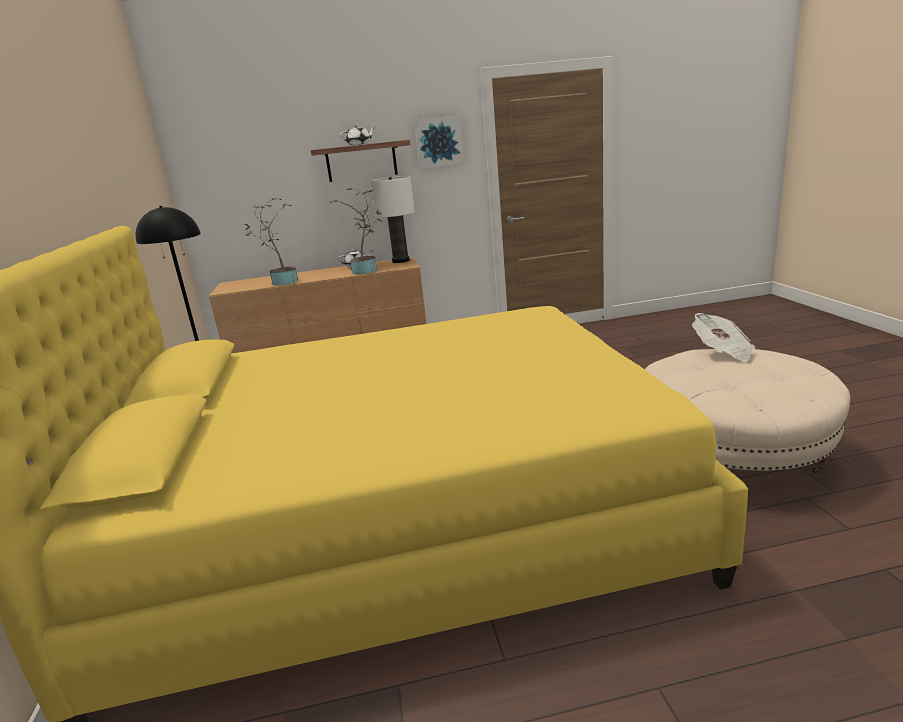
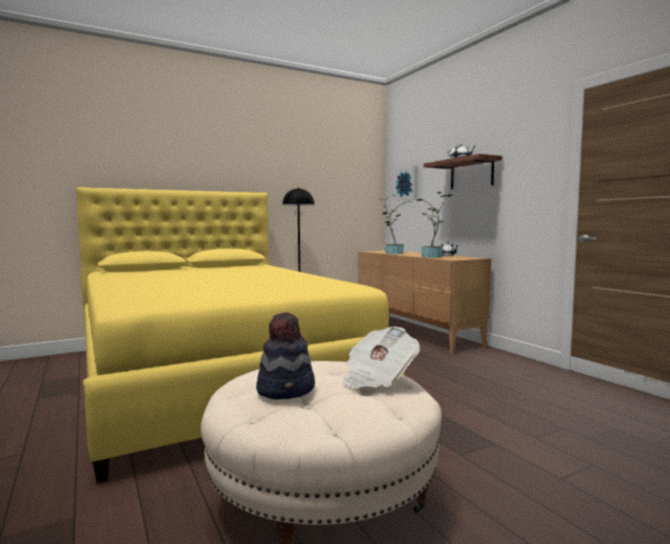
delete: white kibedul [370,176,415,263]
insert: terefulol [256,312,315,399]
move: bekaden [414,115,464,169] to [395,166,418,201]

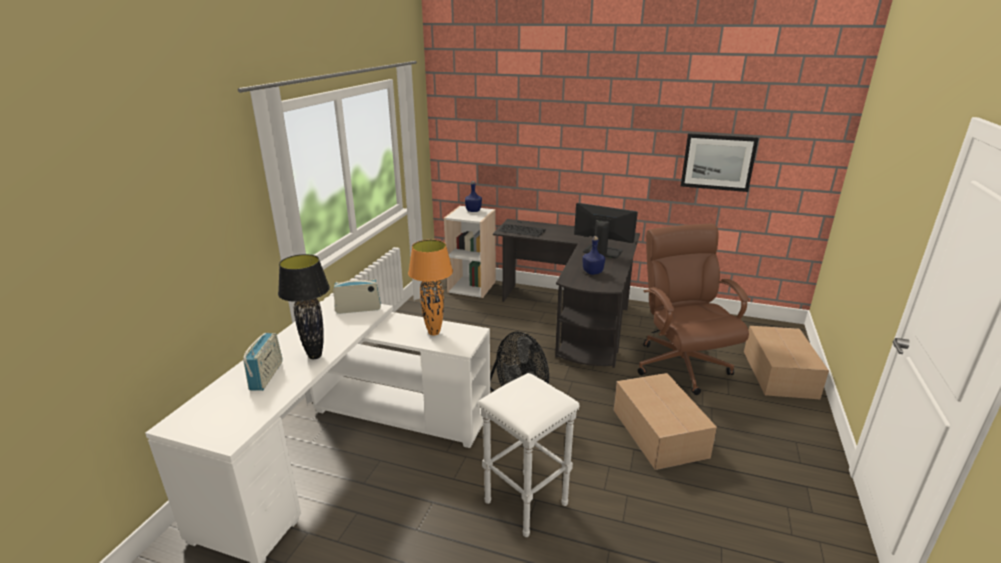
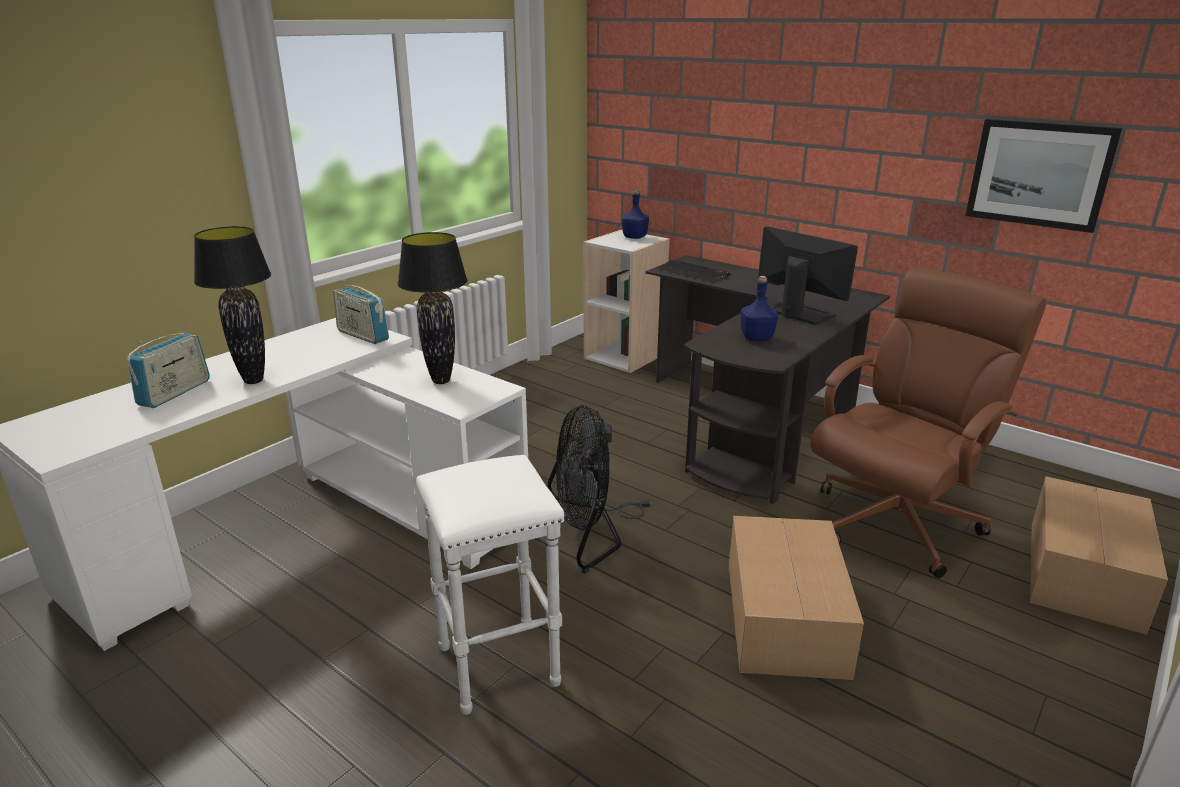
recolor: orange kibedul [408,240,453,335] to black kibedul [397,232,467,384]
rotate: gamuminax [333,275,381,314] = [333,280,389,344] 150 degrees counterclockwise; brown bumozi [638,224,749,395] = [811,267,1047,578] 45 degrees clockwise

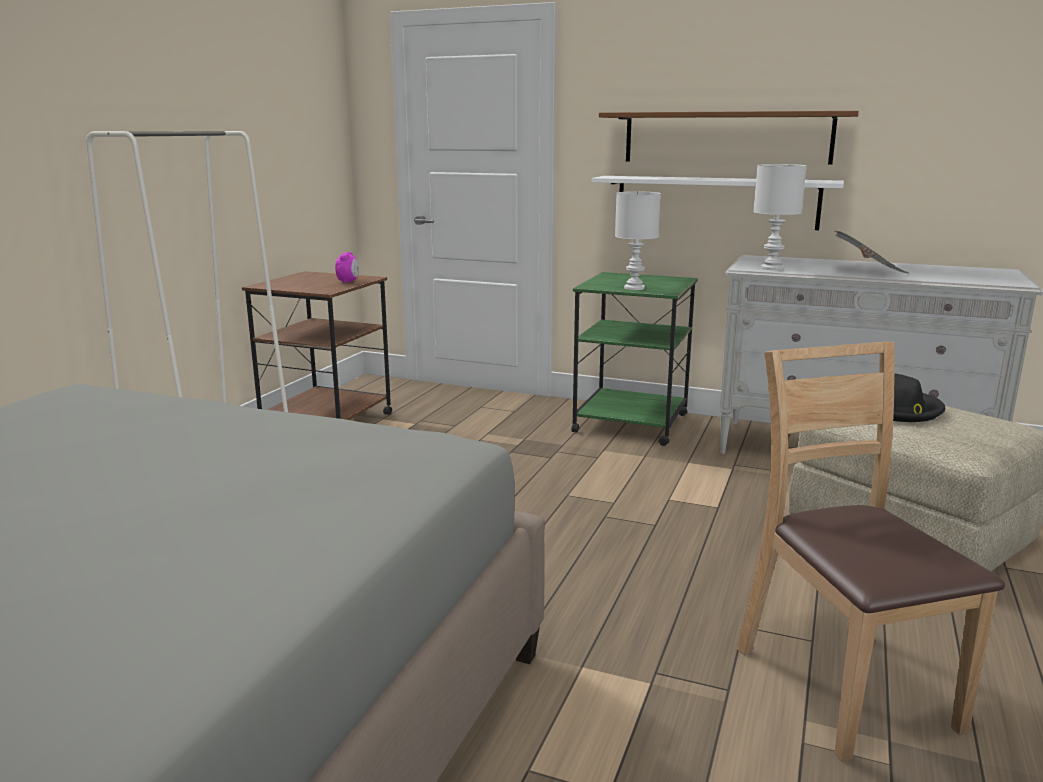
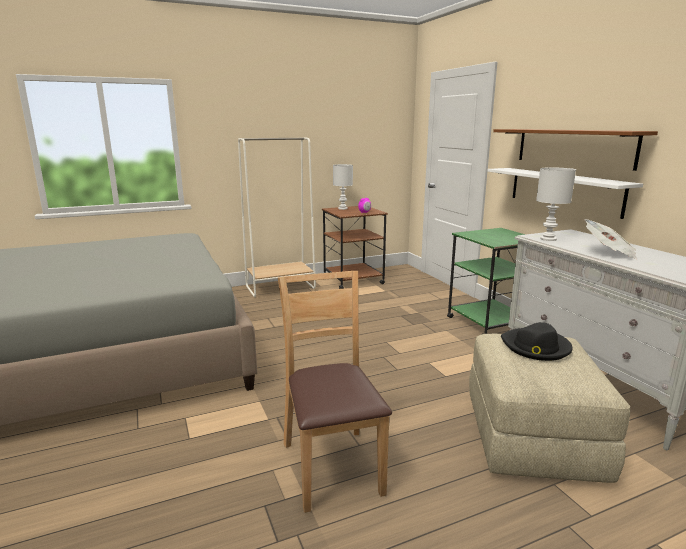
move: white kibedul [615,191,661,290] to [333,164,353,210]
rotate: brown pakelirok [737,342,1005,762] = [278,271,392,513] 45 degrees counterclockwise

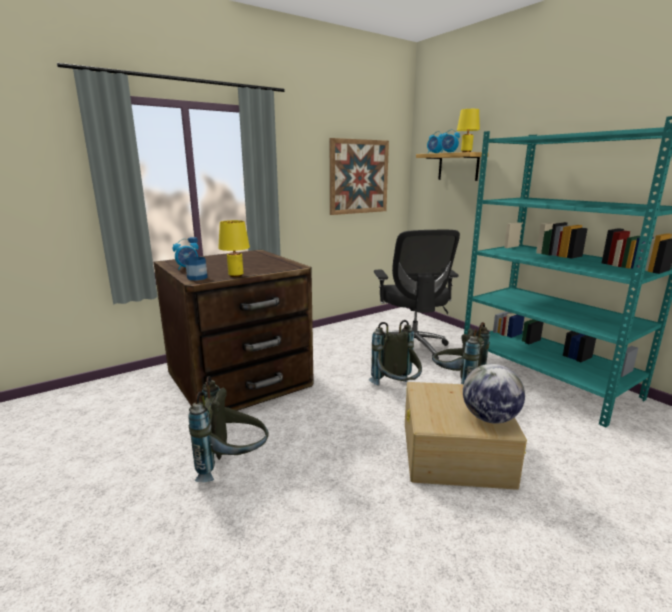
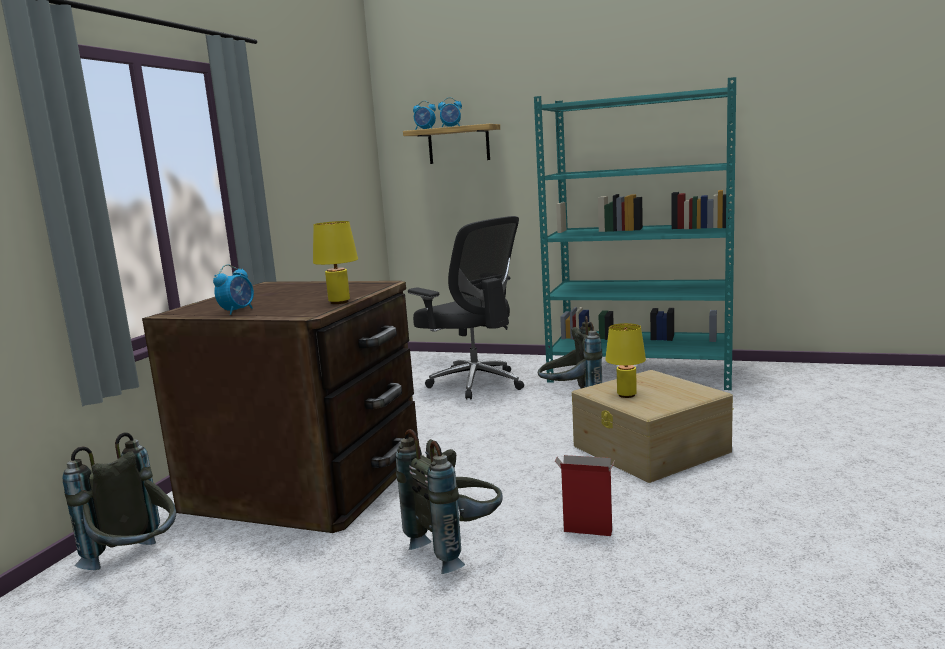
delete: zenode [185,237,208,280]; bekaden [330,138,389,215]; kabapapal [463,364,525,424]
insert: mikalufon [555,455,614,536]
move: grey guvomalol [369,320,422,386] to [63,432,176,570]; yellow kibedul [457,109,480,152] to [605,323,646,398]

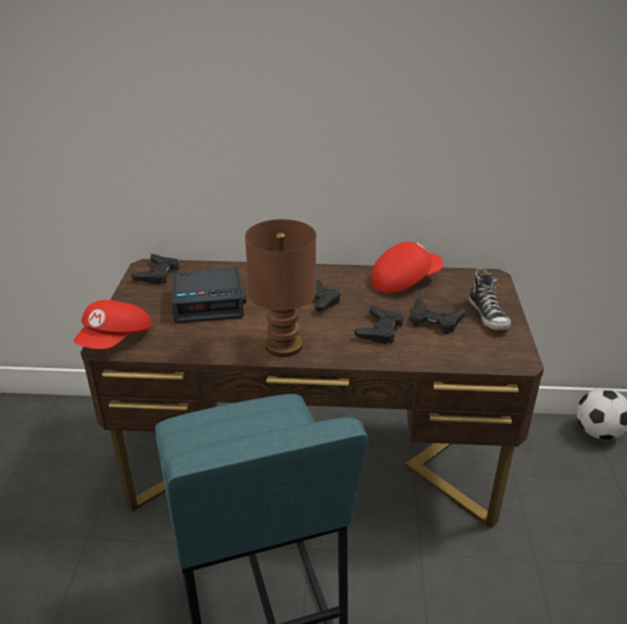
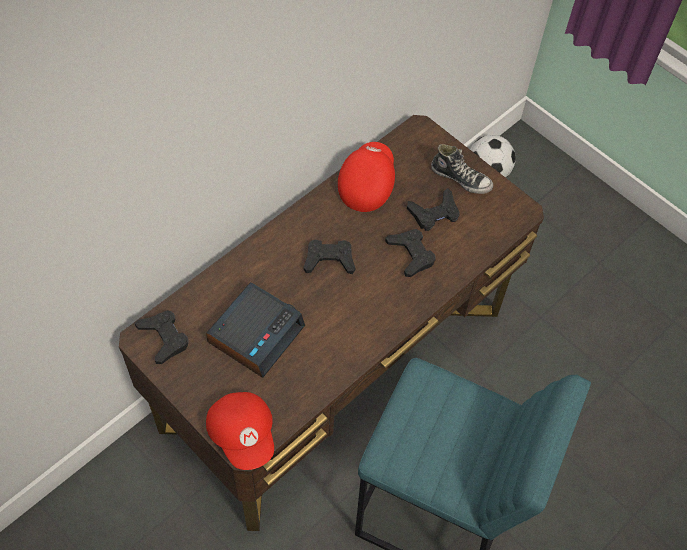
delete: brown kibedul [245,219,316,357]

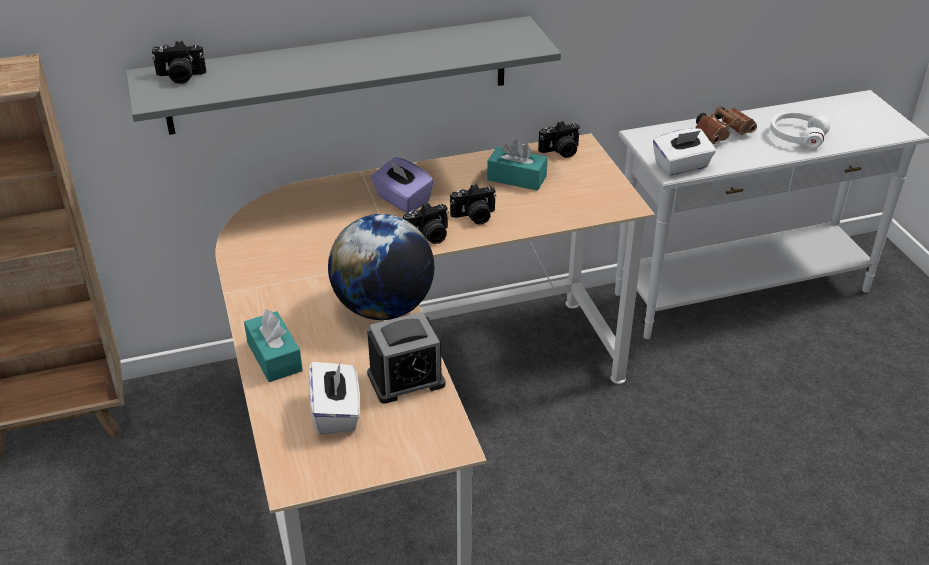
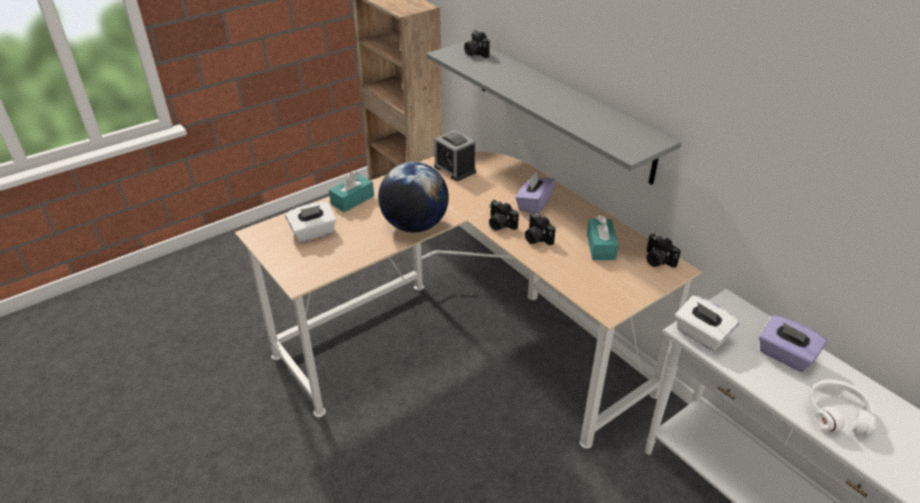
move: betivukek [367,312,446,404] to [434,130,476,181]
replace: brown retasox [695,106,757,144] to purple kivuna [759,315,827,372]

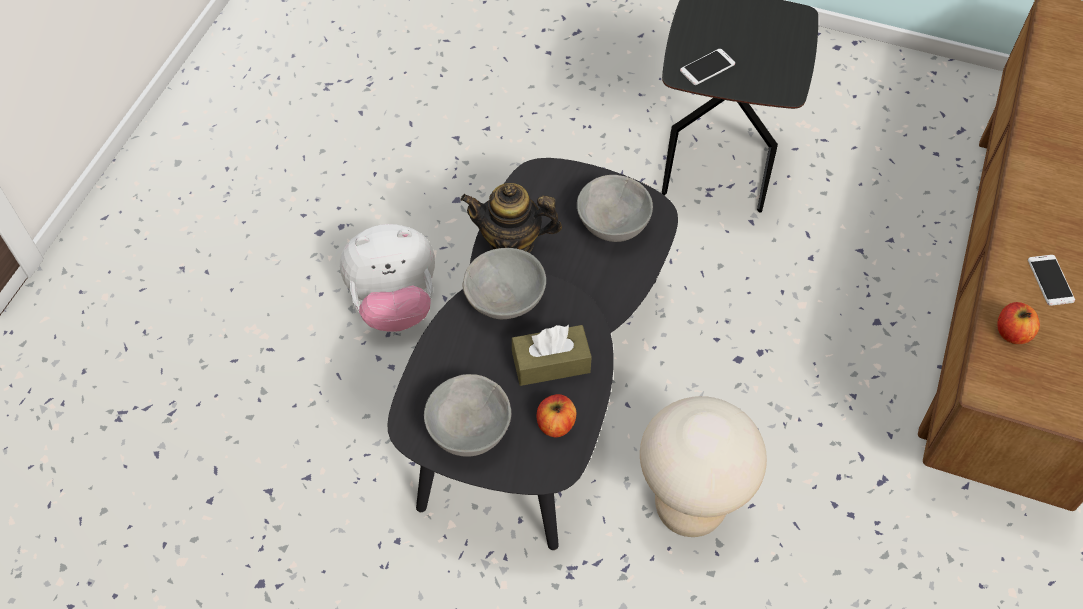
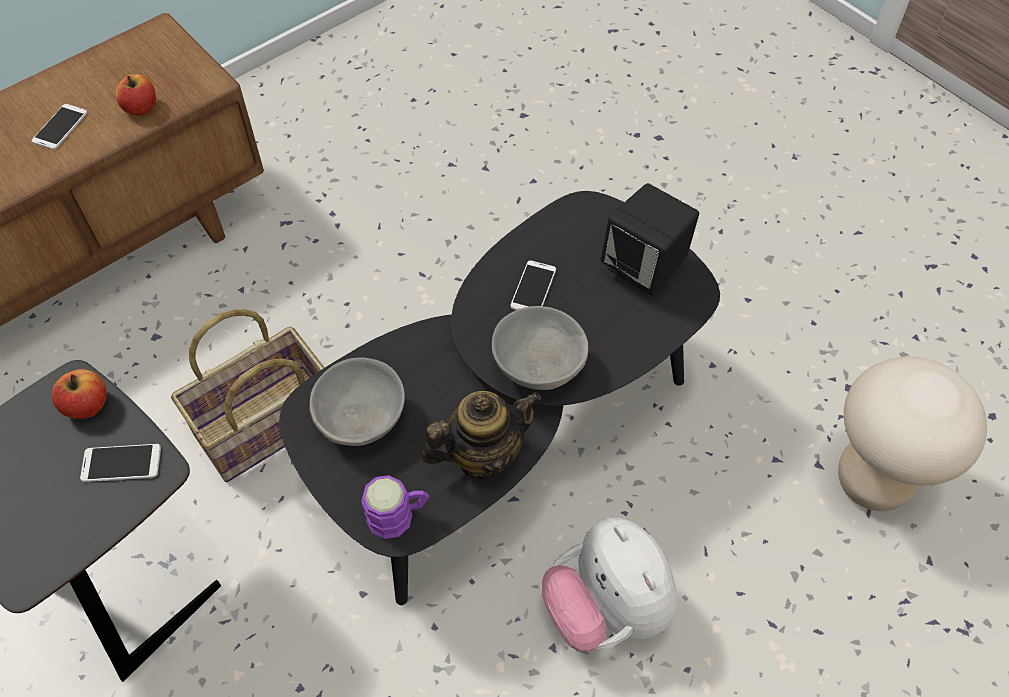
insert: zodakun [171,309,325,482]; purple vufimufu [361,475,429,539]
move: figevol [537,394,577,437] to [52,369,107,419]; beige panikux [640,396,767,537] to [838,357,987,511]
replace: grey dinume [424,374,511,457] to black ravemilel [601,183,699,296]; brown kivuna [512,325,592,386] to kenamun [510,260,556,310]
rotate: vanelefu [340,224,435,332] = [542,517,678,652] 135 degrees counterclockwise; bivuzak [461,183,562,253] = [421,391,541,480] 60 degrees counterclockwise

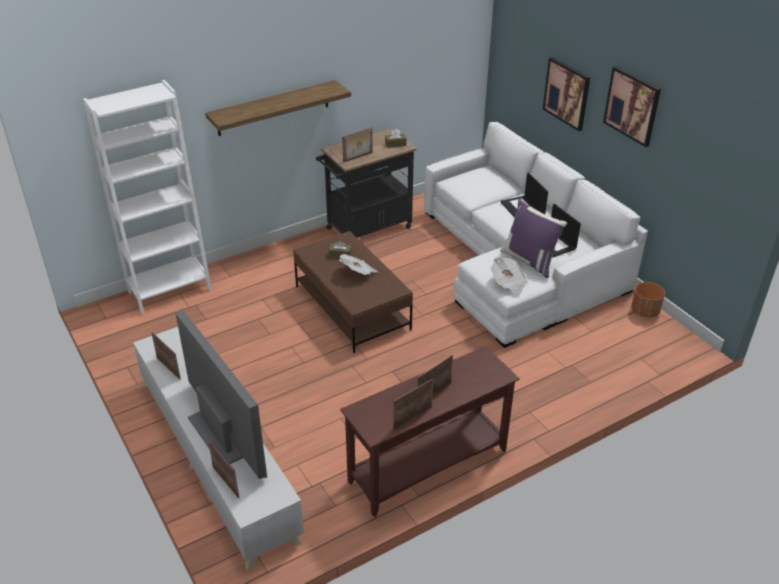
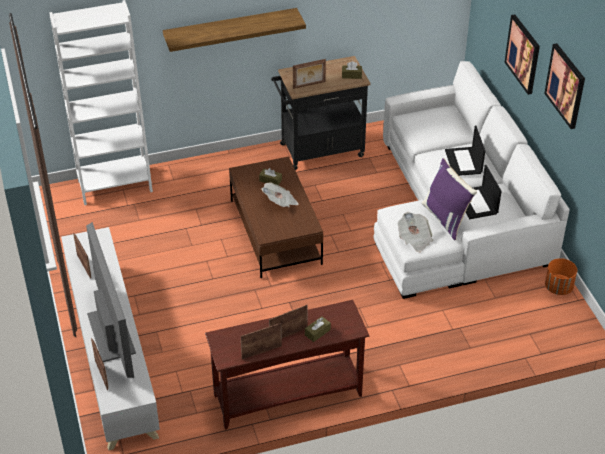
insert: brown kivuna [305,316,331,342]

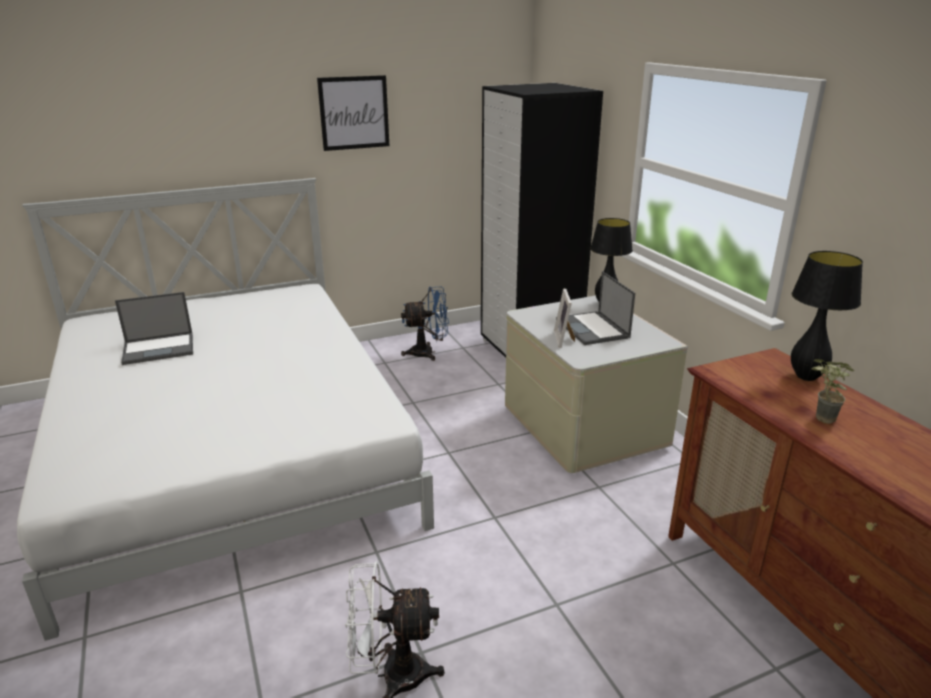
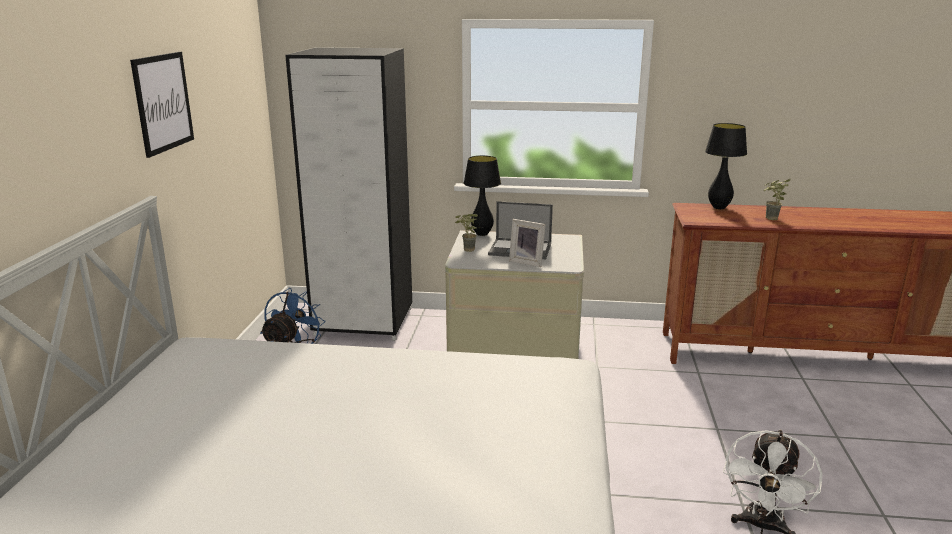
delete: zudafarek [115,292,193,365]
insert: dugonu [455,214,478,252]

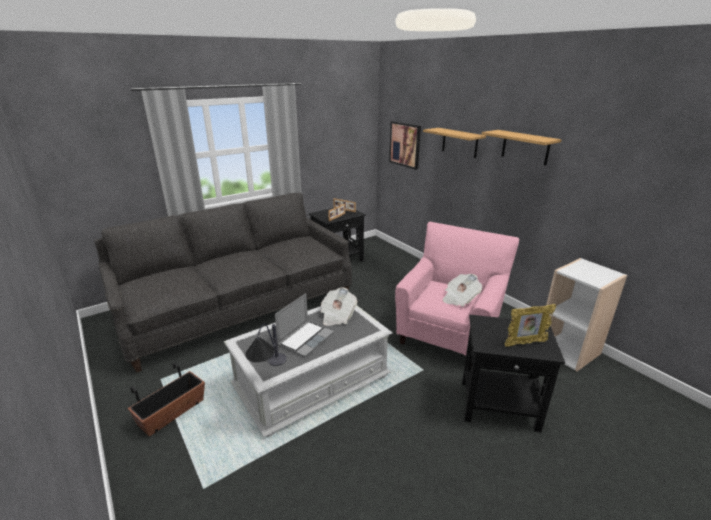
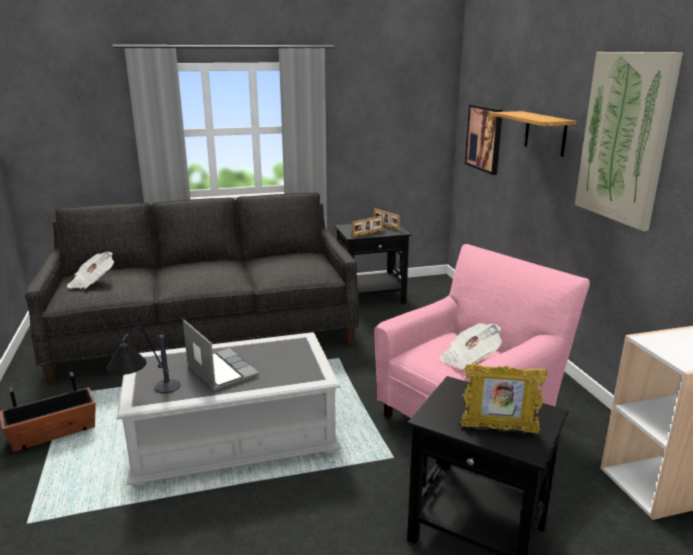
move: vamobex [321,287,357,326] to [67,252,114,289]
replace: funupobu [481,130,562,166] to bekaden [575,52,683,231]
rotate: zudafarek [275,293,334,357] = [183,319,259,391] 90 degrees counterclockwise

